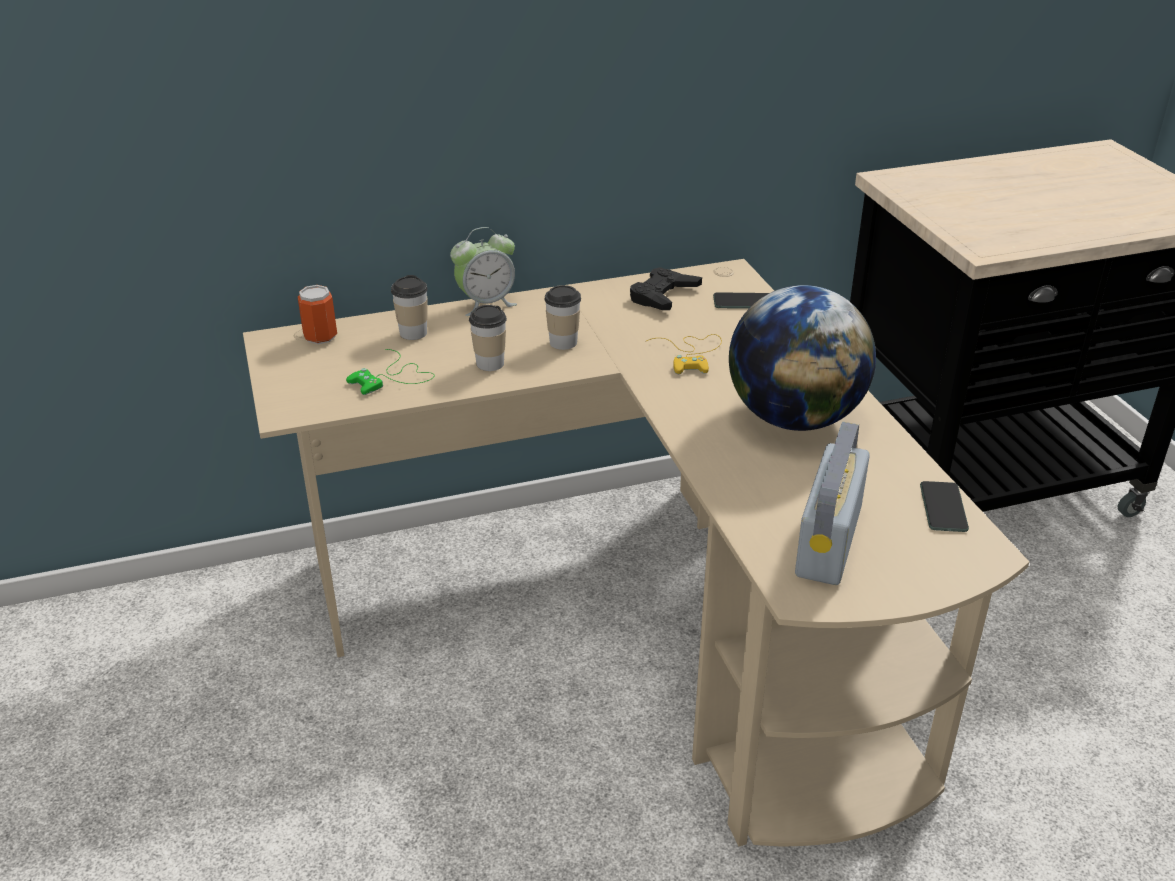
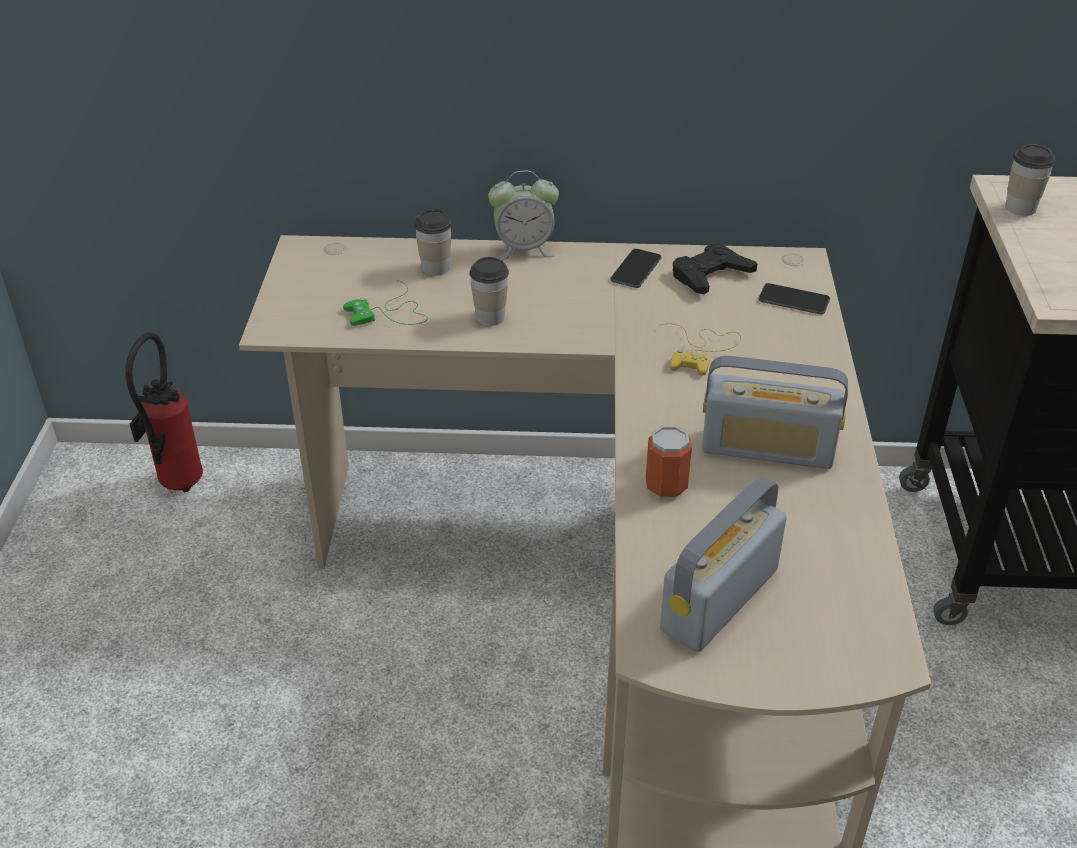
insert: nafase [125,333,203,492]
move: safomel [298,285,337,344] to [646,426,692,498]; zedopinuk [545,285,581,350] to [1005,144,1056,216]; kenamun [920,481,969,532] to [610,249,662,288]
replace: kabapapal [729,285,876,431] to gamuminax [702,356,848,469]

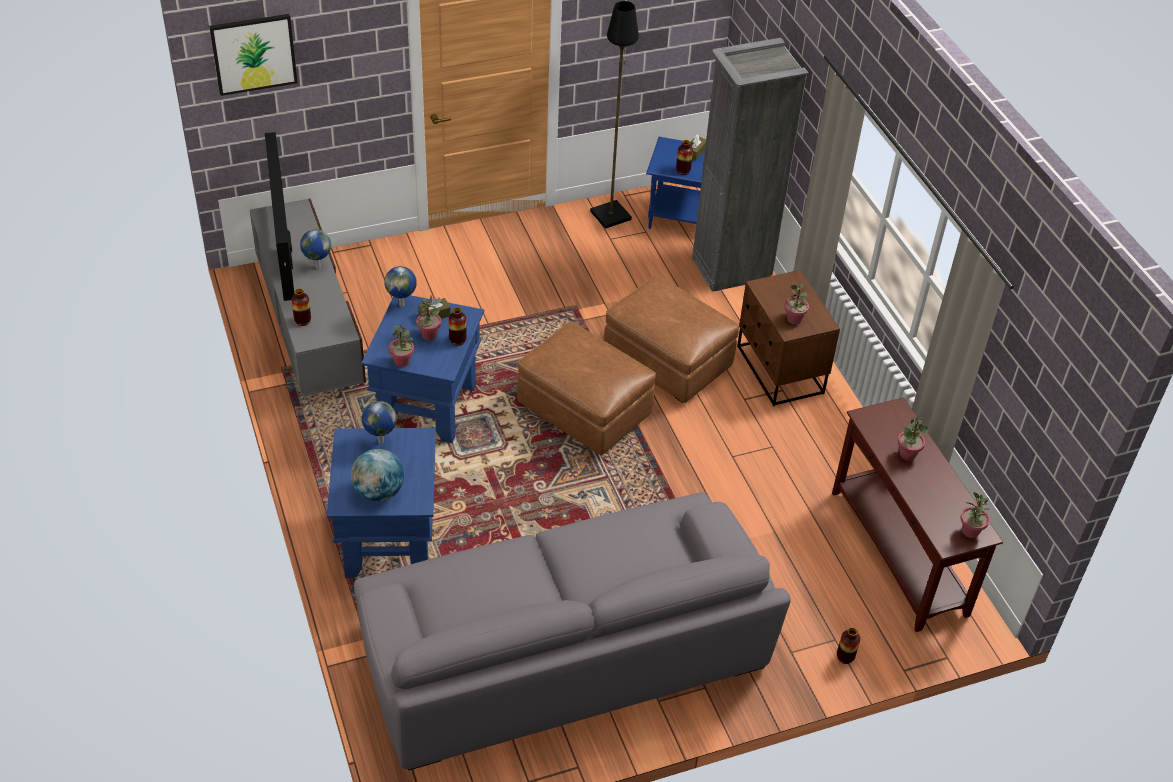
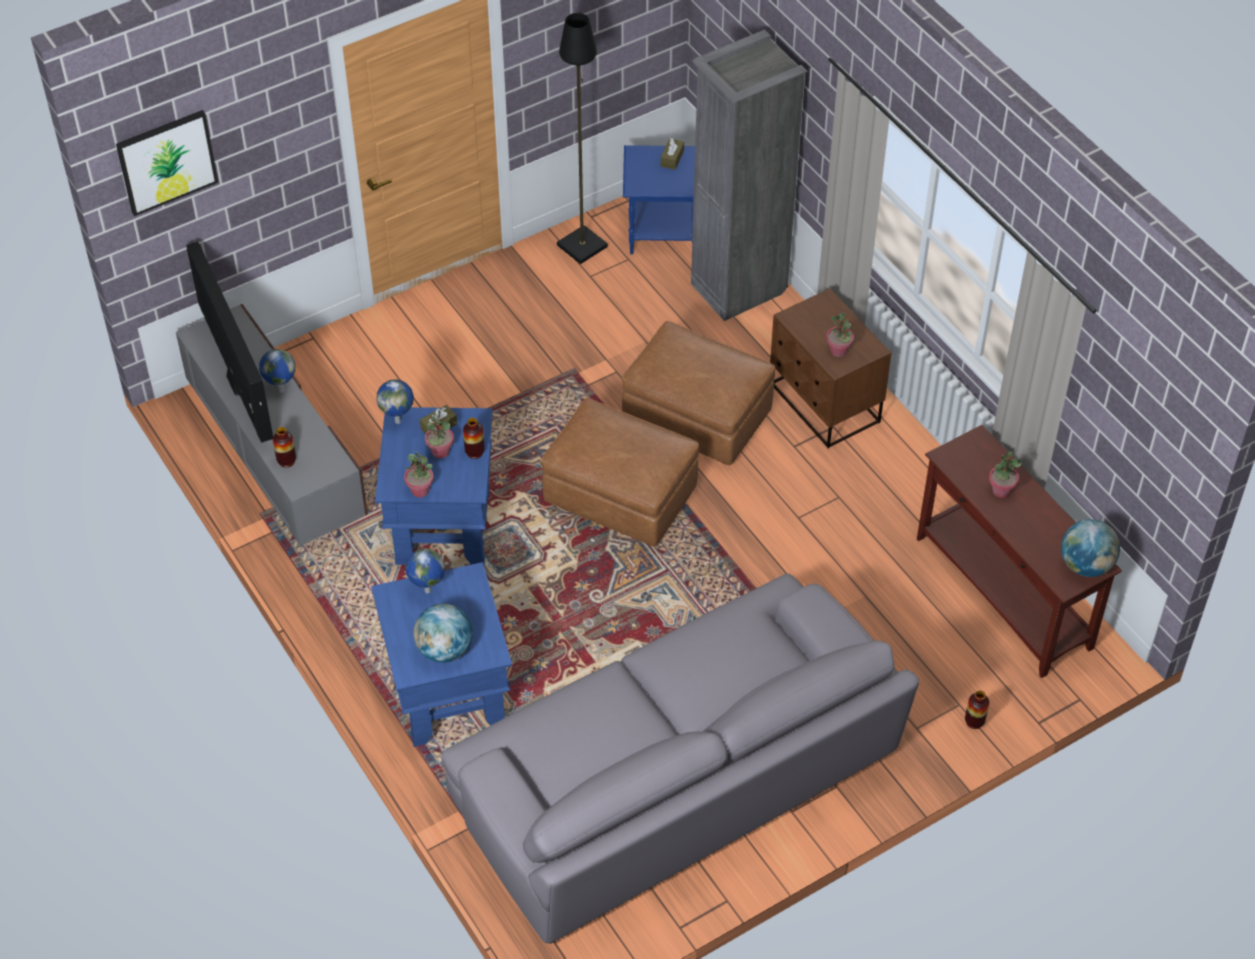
delete: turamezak [676,140,693,175]
replace: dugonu [961,492,990,538] to kabapapal [1061,519,1120,577]

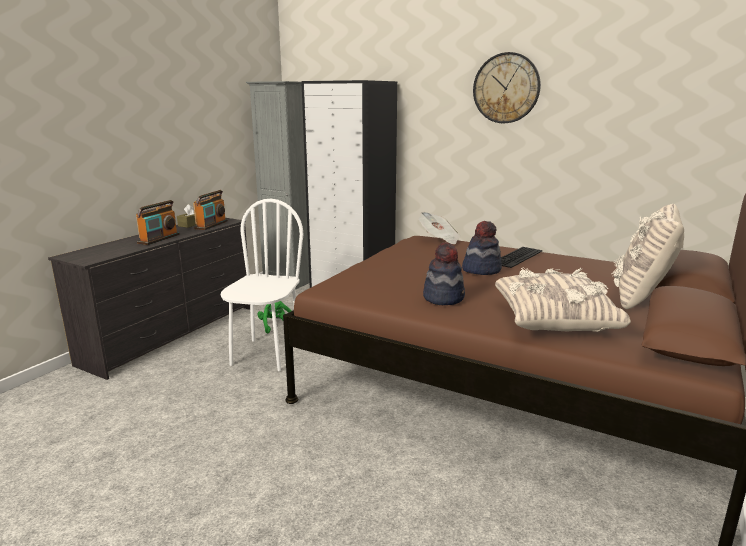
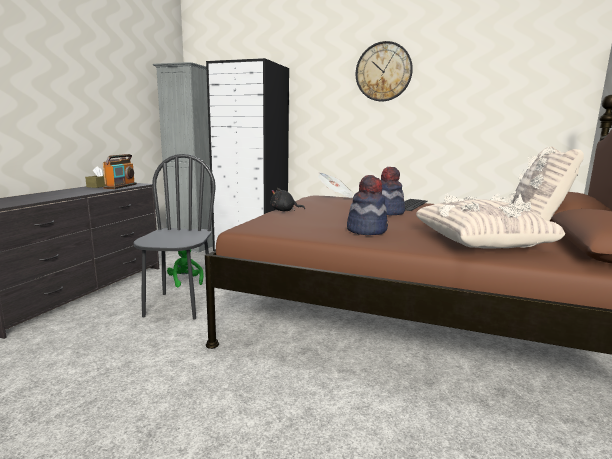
delete: gamuminax [136,200,180,245]
insert: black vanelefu [271,188,305,211]
recolor: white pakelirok [221,199,304,371] to black pakelirok [134,154,216,320]

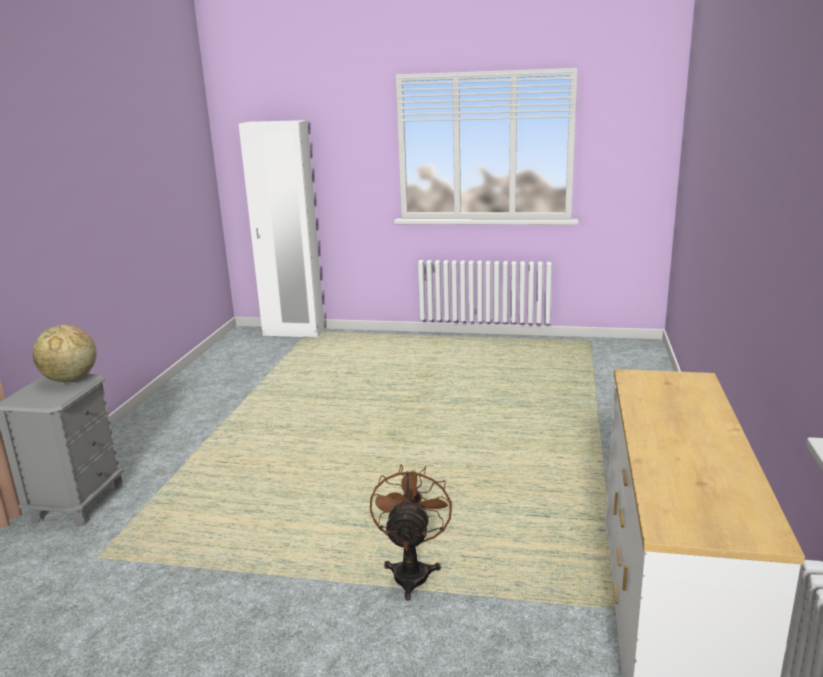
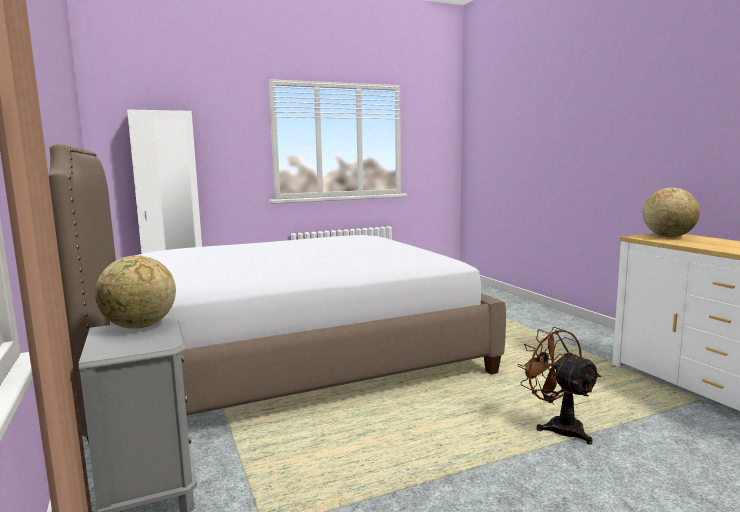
insert: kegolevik [48,144,506,444]; kabapapal [643,188,700,237]

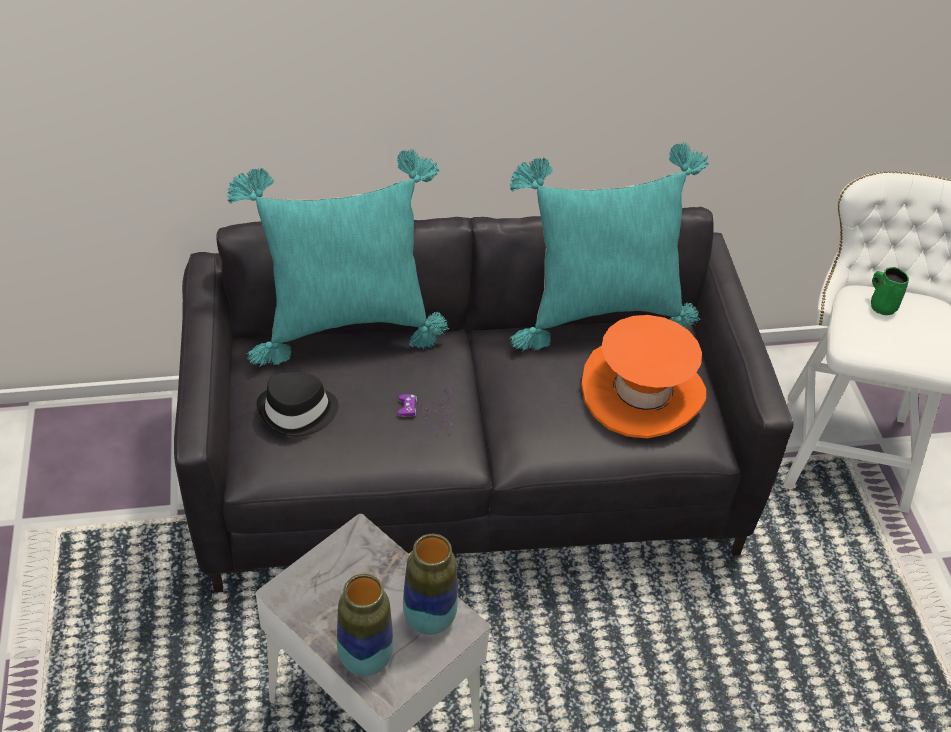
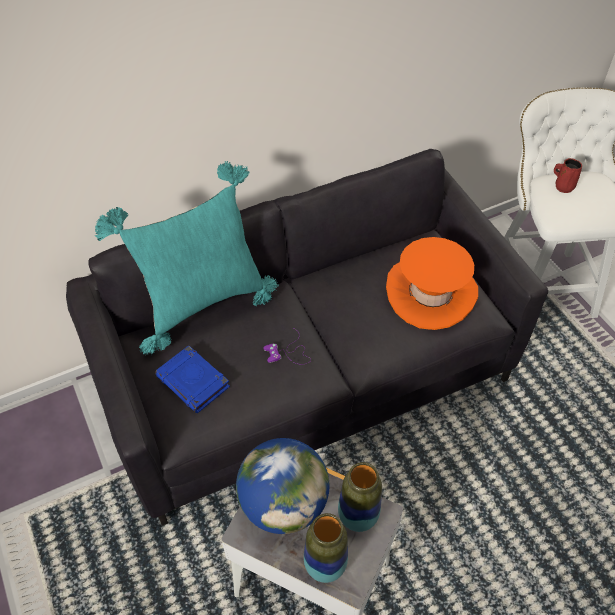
delete: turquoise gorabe [509,142,708,351]
insert: kabapapal [236,438,329,534]
replace: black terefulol [257,372,339,436] to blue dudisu [155,345,230,413]
recolor: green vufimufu [871,267,909,315] to red vufimufu [554,158,582,193]

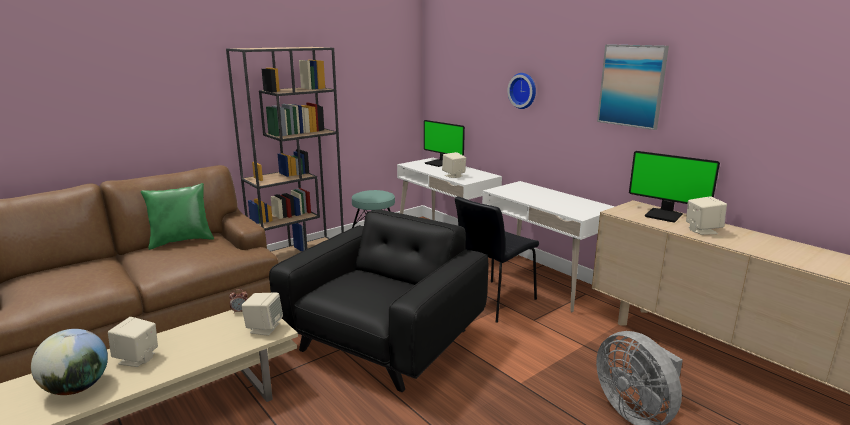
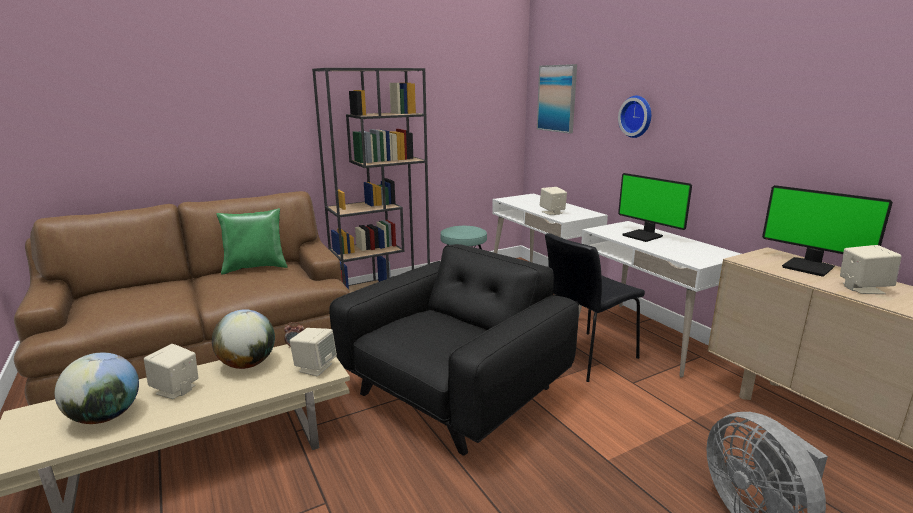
insert: kabapapal [212,309,275,369]
move: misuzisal [424,120,465,167] to [618,173,692,242]; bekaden [597,44,669,130] to [537,64,577,133]

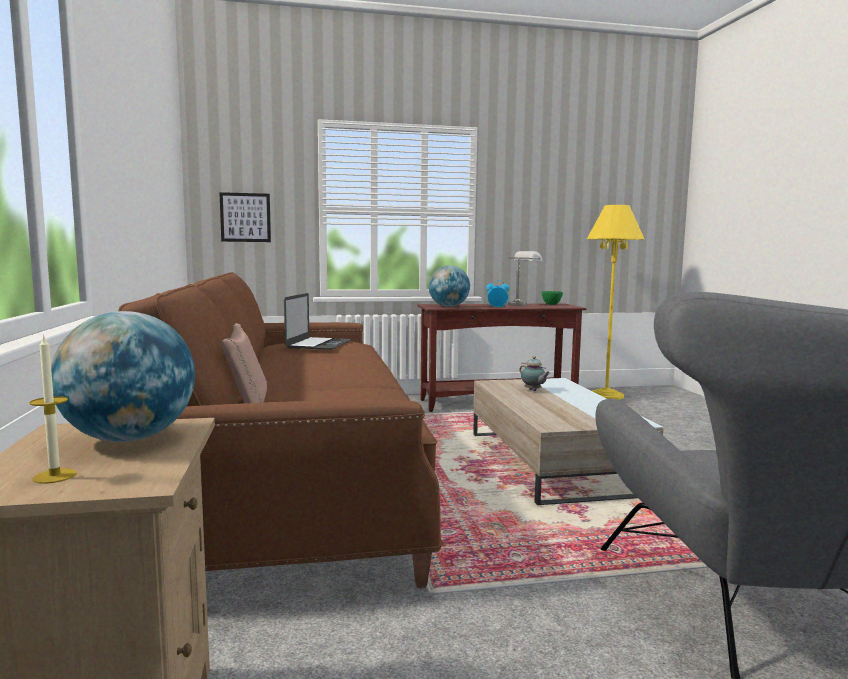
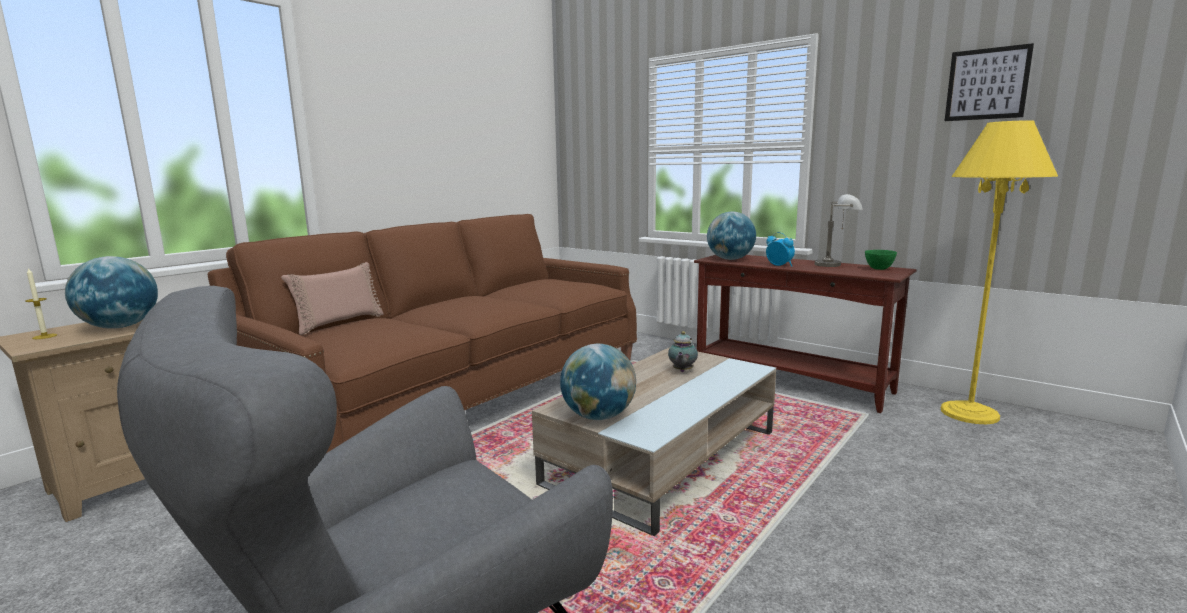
delete: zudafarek [284,293,351,350]
insert: kabapapal [560,343,636,420]
move: bekaden [219,192,271,242] to [945,43,1034,121]

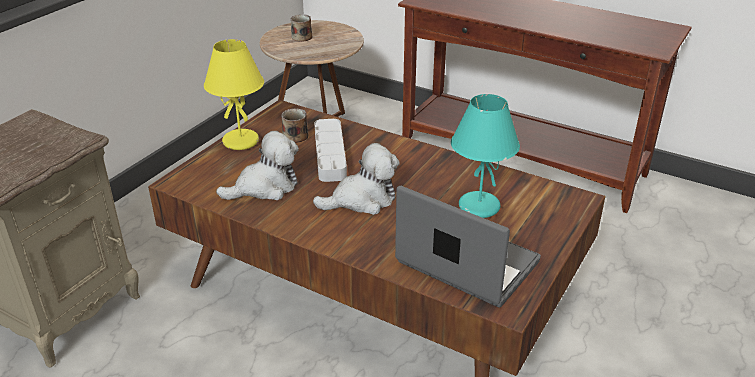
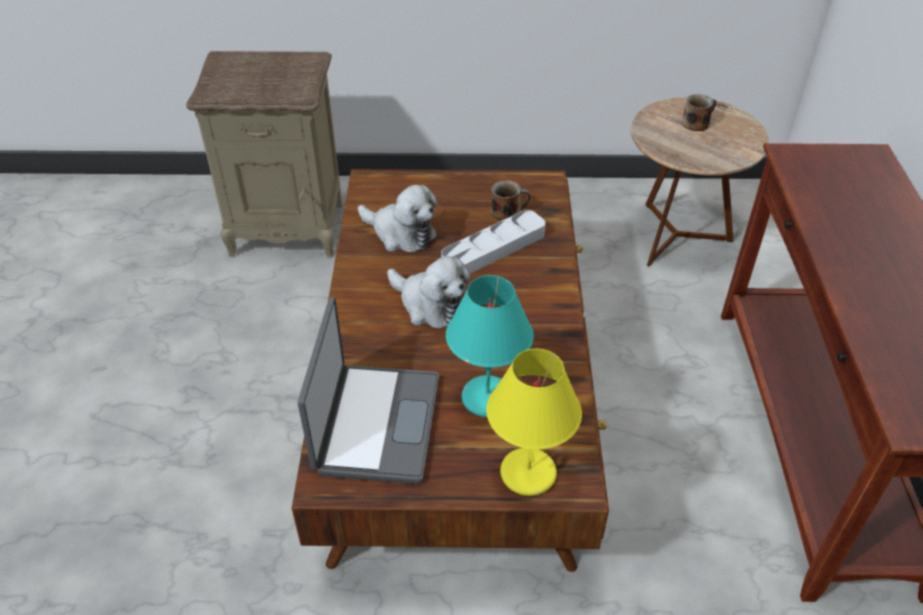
move: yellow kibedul [204,39,264,150] to [486,349,582,496]

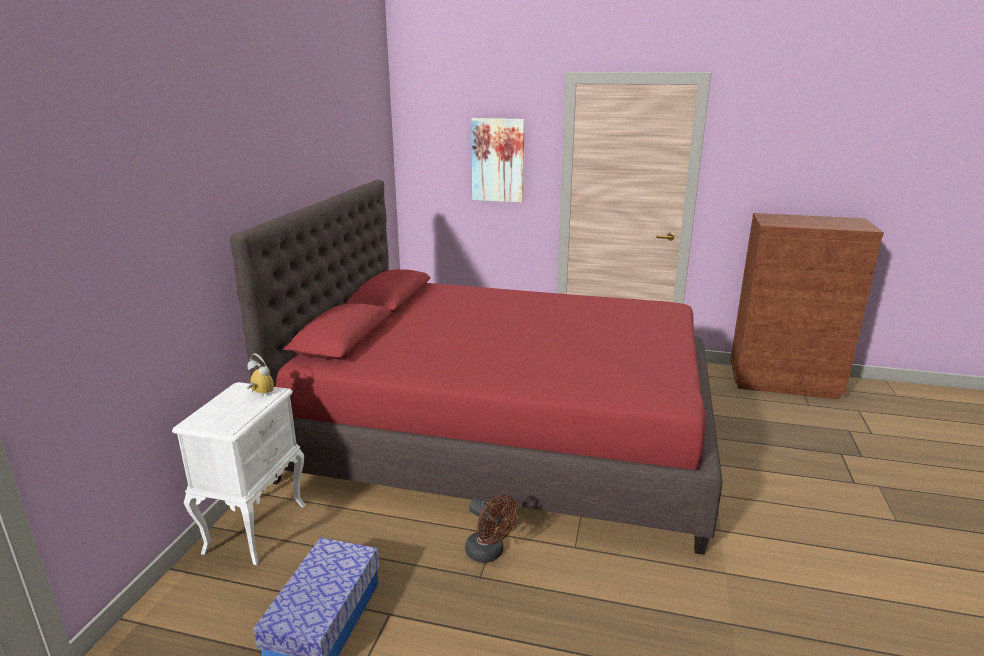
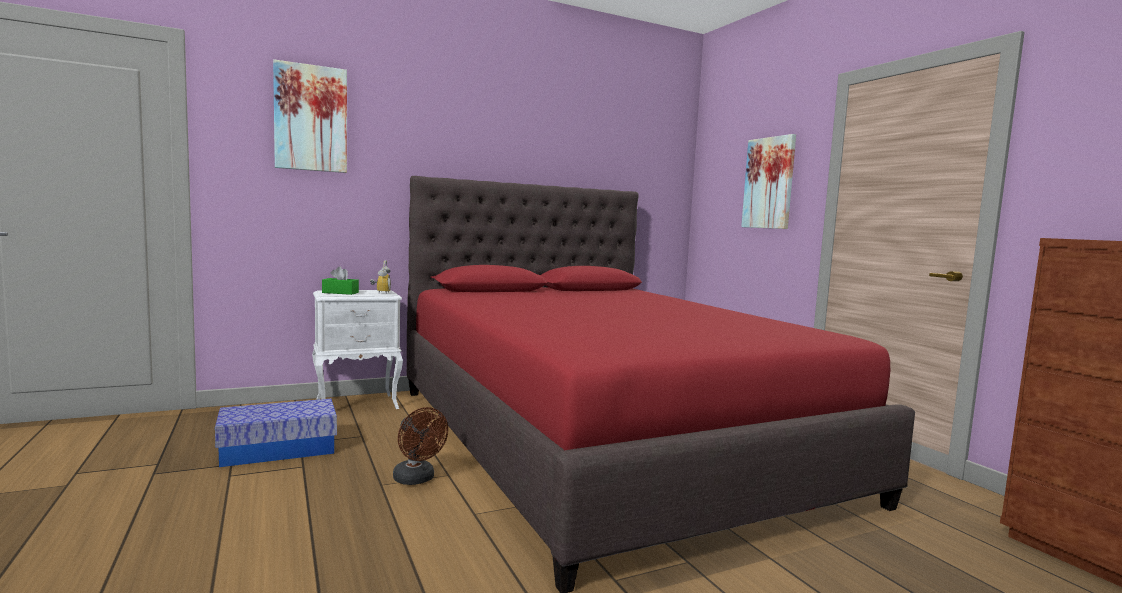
insert: bekaden [273,59,347,173]; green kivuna [322,267,359,295]
rotate: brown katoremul [465,495,517,563] = [393,407,448,485] 45 degrees counterclockwise

